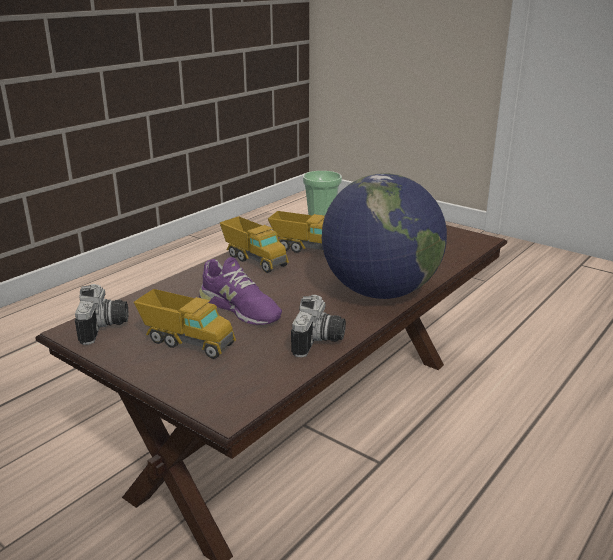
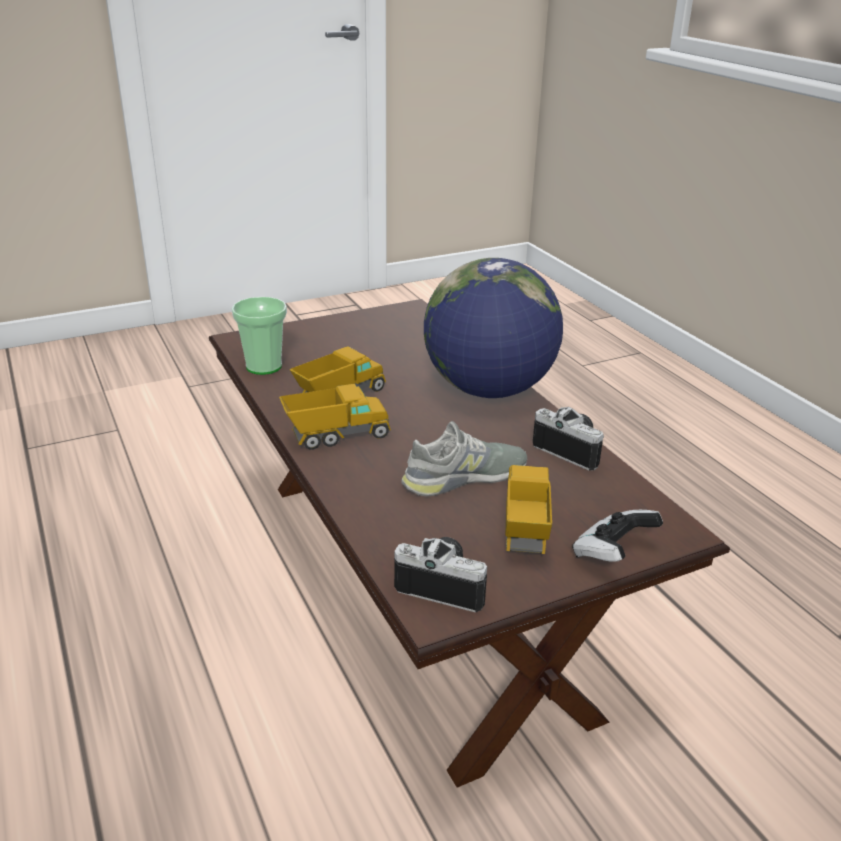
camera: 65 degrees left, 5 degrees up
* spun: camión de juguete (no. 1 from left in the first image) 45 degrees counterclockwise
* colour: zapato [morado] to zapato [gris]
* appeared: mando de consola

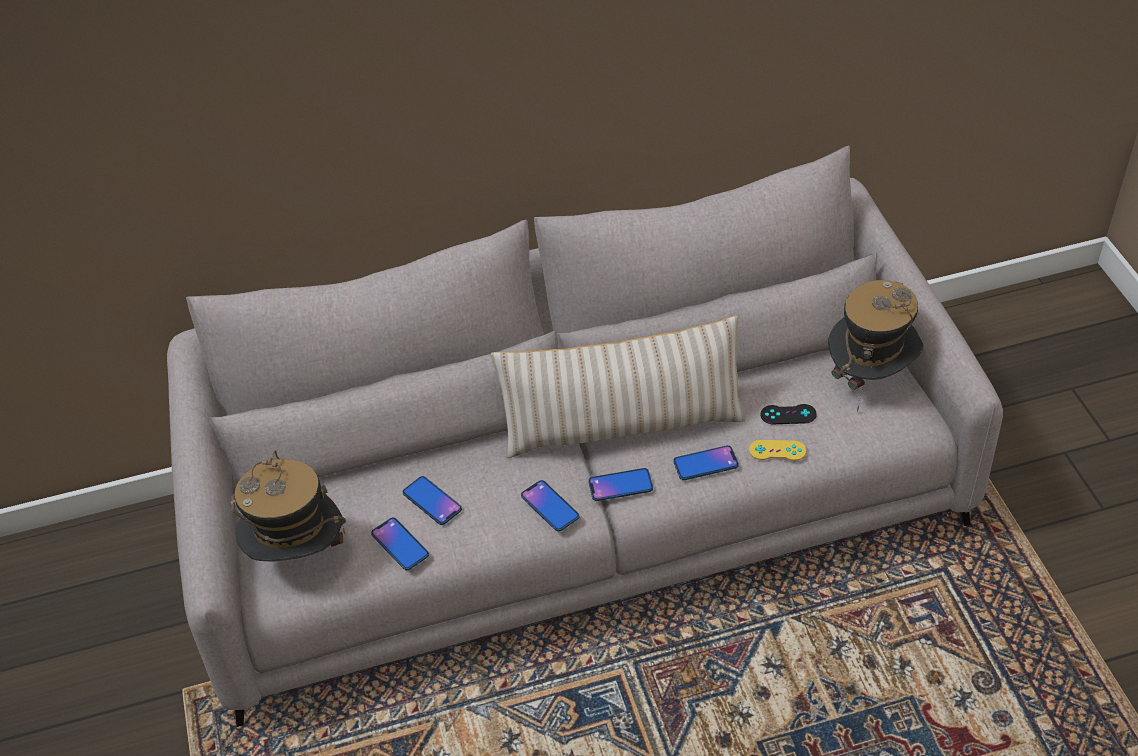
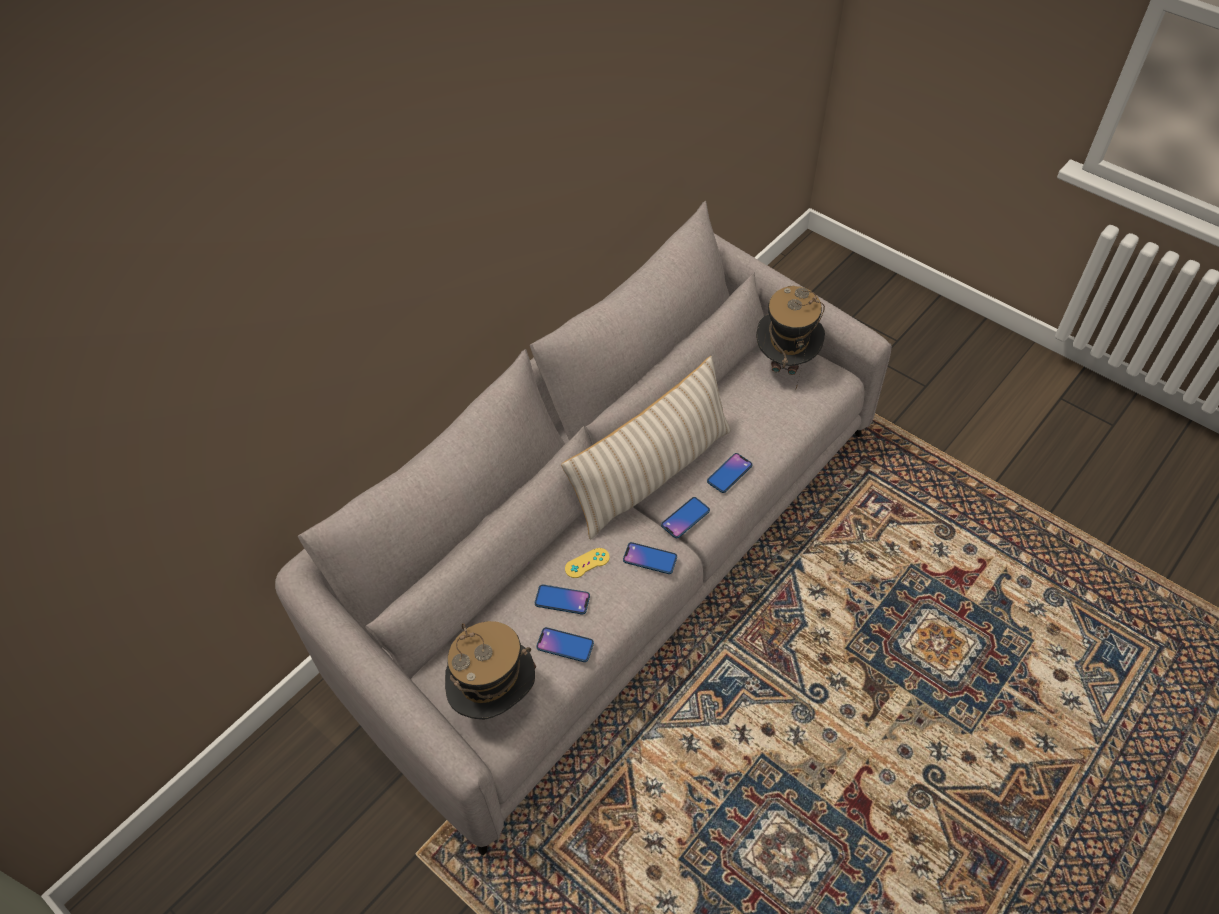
camera: 35 degrees left, 5 degrees up
* relocated: mando de consola [amarillo]
* missing: mando de consola [negro]

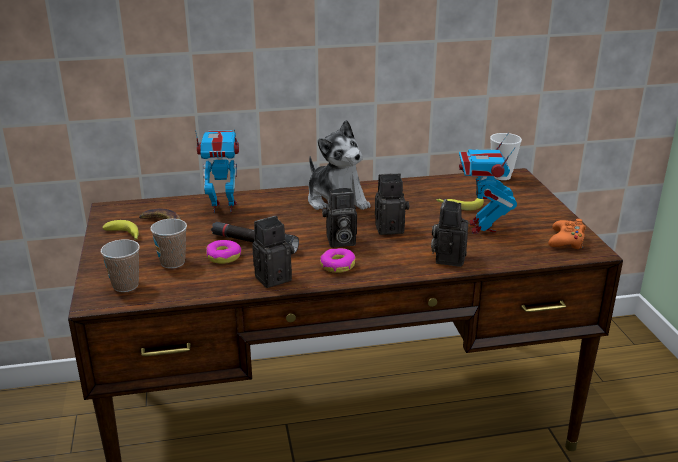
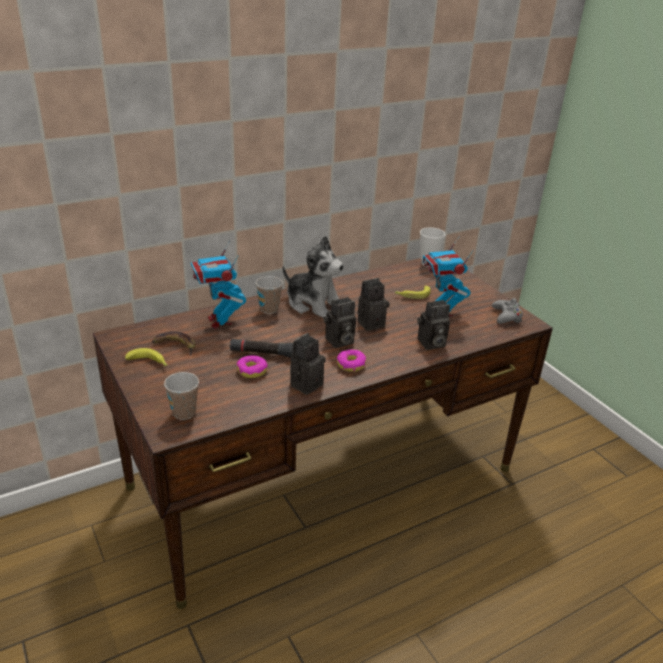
camera: 20 degrees left, 5 degrees up
* relocated: taza (no. 2 from left)
* spun: robot de juguete (no. 1 from left) 90 degrees counterclockwise
* spun: cámara (no. 4 from left) 105 degrees counterclockwise
* colour: mando de consola [naranja] to mando de consola [gris]

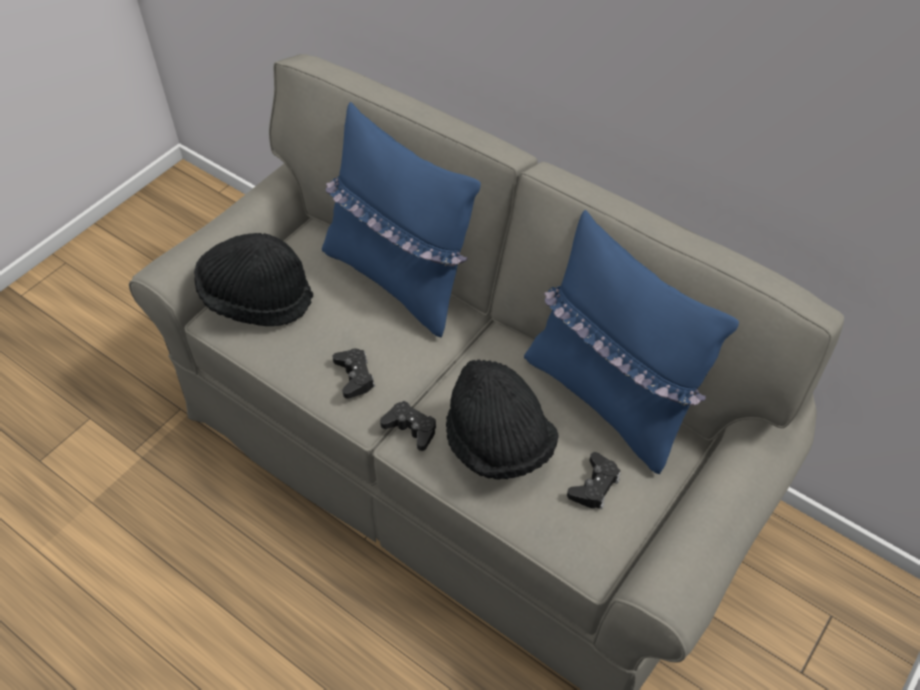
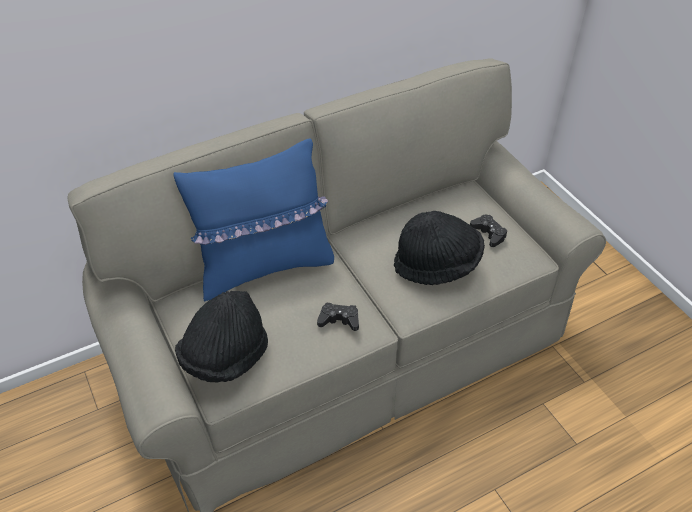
camera: 65 degrees left, 5 degrees down
* missing: mando de consola [negro] (no. 2 from left)
* missing: cojín [azul] (no. 2 from left)

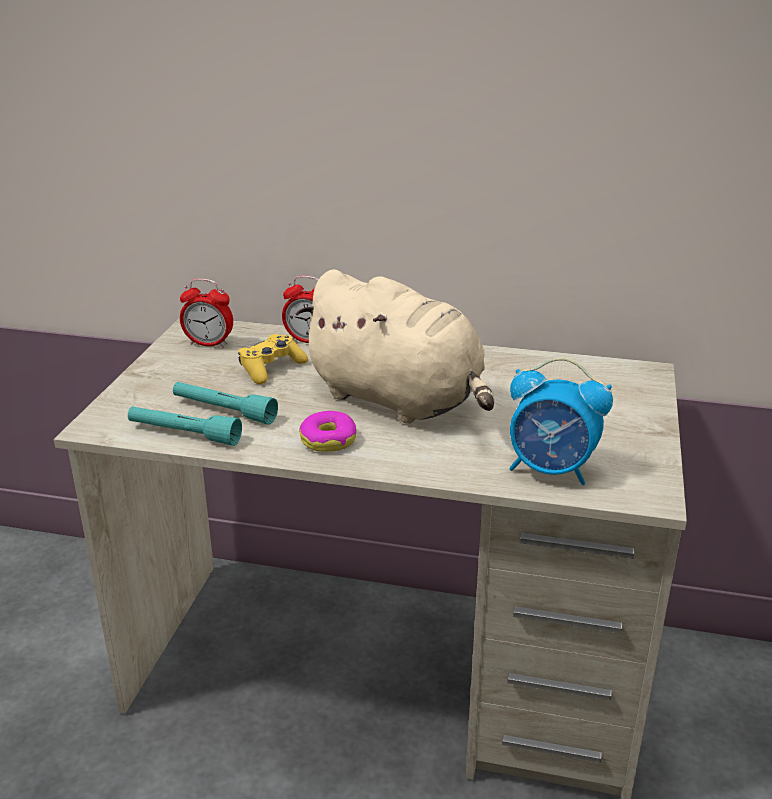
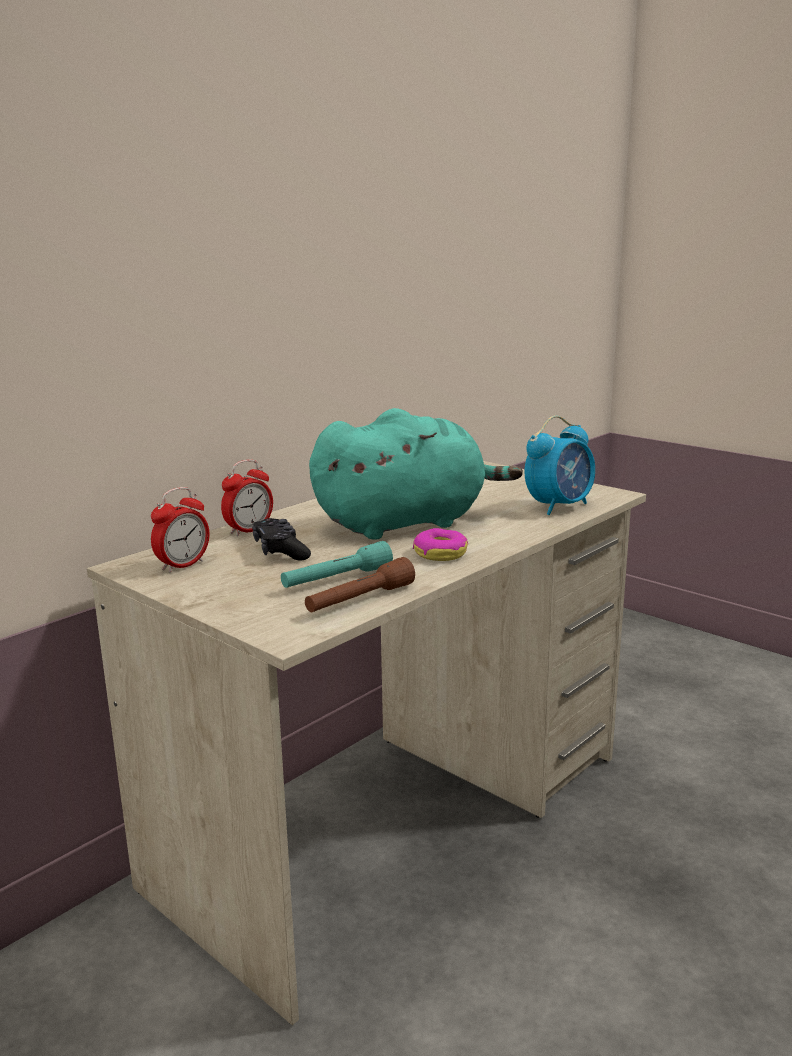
camera: 60 degrees left, 10 degrees down
* colour: linterna [turquesa] (no. 1 from left) to linterna [marrón]
* colour: mando de consola [amarillo] to mando de consola [negro]
* colour: peluche [beis] to peluche [turquesa]

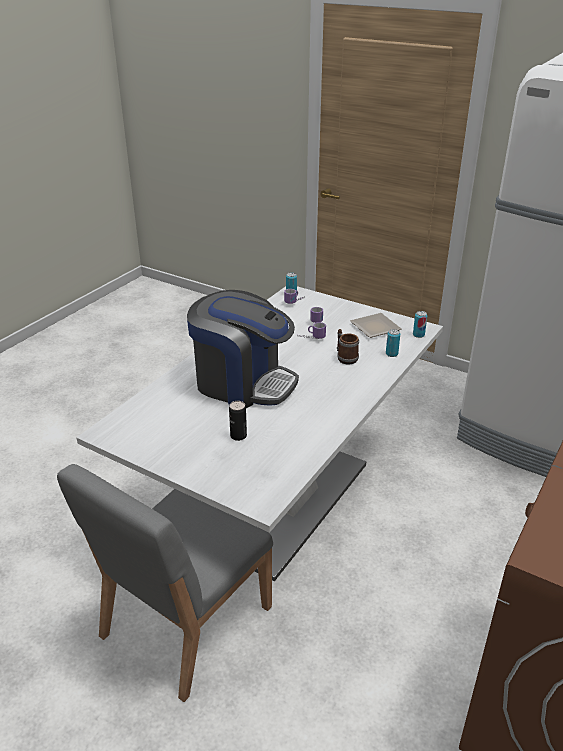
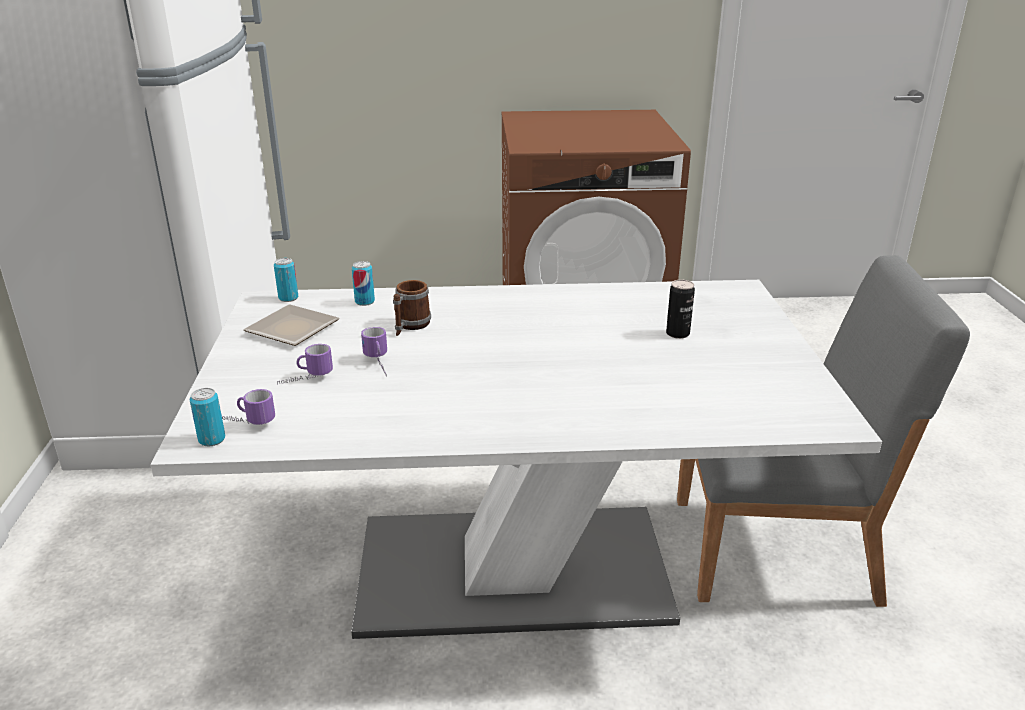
camera: 125 degrees left, 5 degrees down
* missing: cafetera

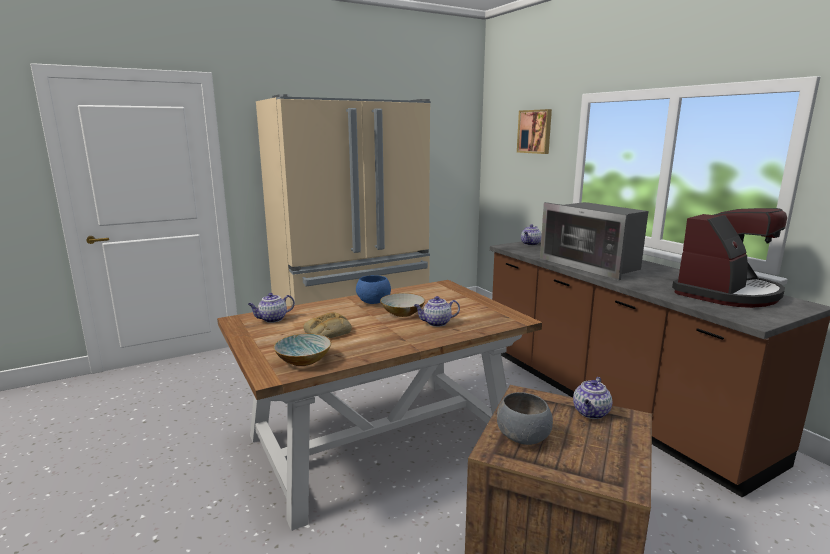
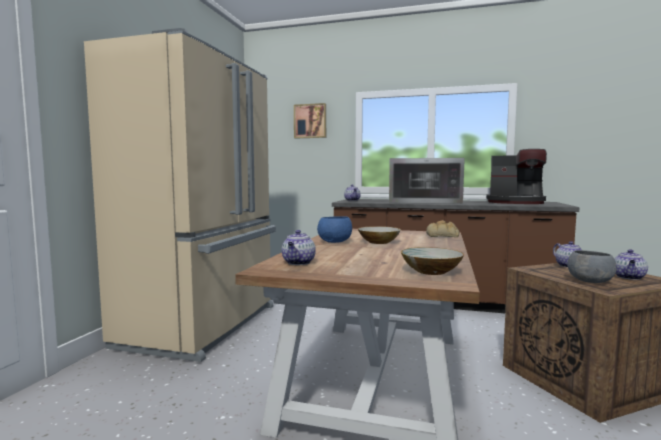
camera: 45 degrees left, 10 degrees down
* relocated: pan
* relocated: tetera (no. 2 from left in the first image) to tetera (no. 4 from left)
* spun: cafetera 105 degrees clockwise

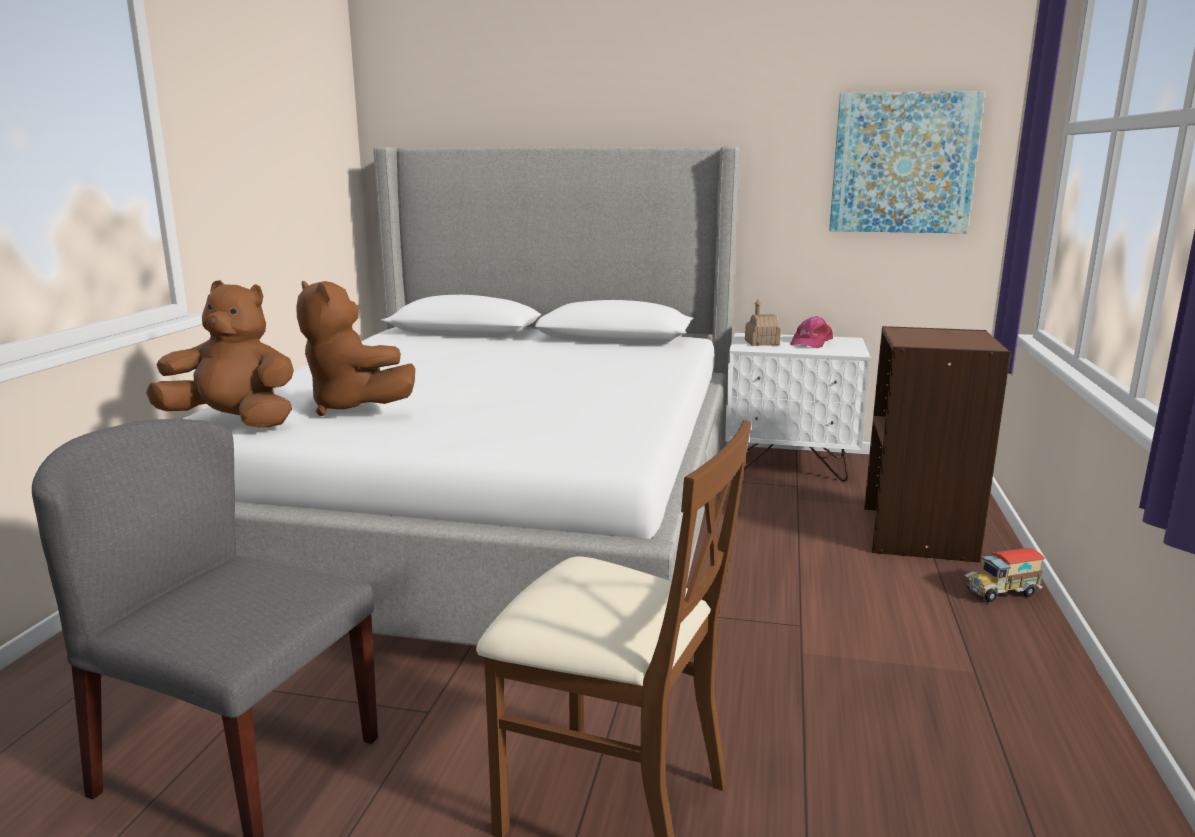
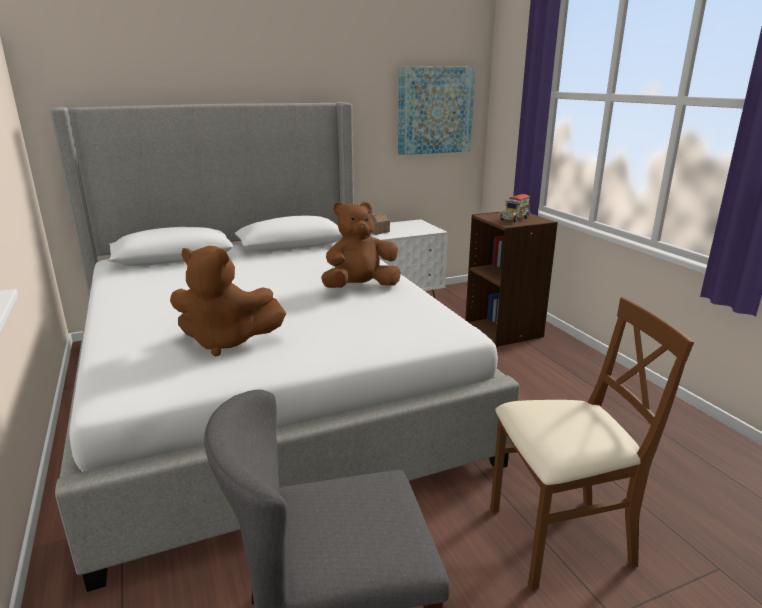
camera: 35 degrees left, 5 degrees up
* relocated: peluche [marrón] (no. 1 from left in the first image) to peluche [marrón] (no. 2 from left)
* missing: gorra [rosa]
* relocated: camión de juguete

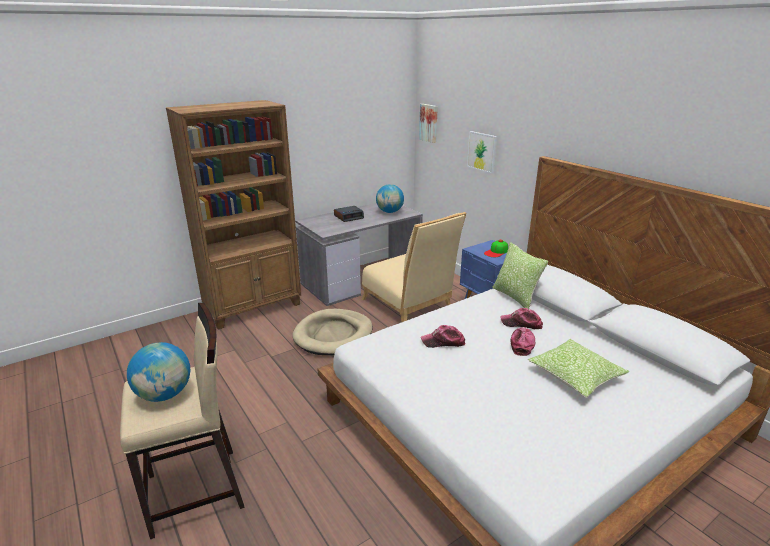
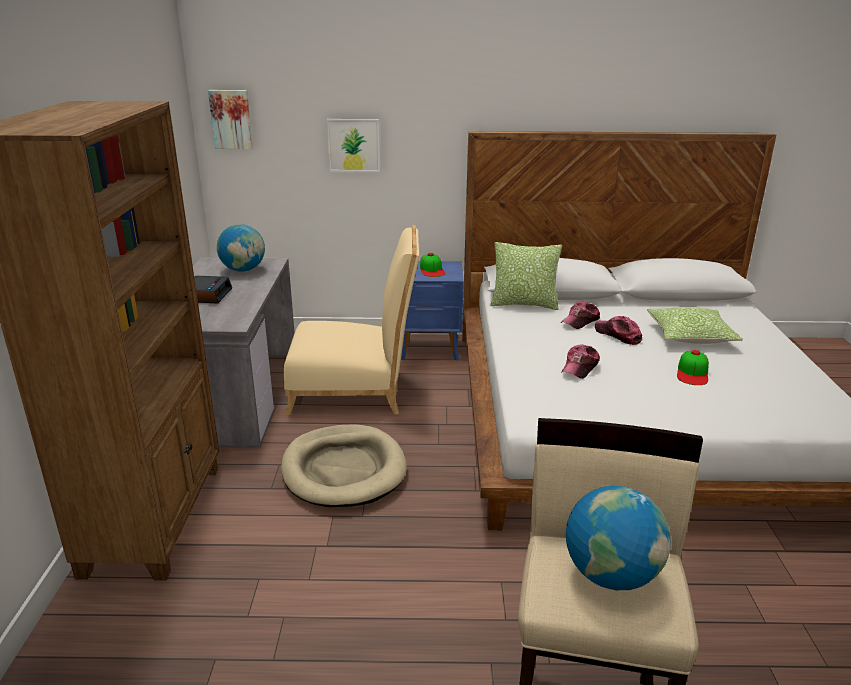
camera: 55 degrees left, 0 degrees up
* appeared: gorra (no. 5 from left)

